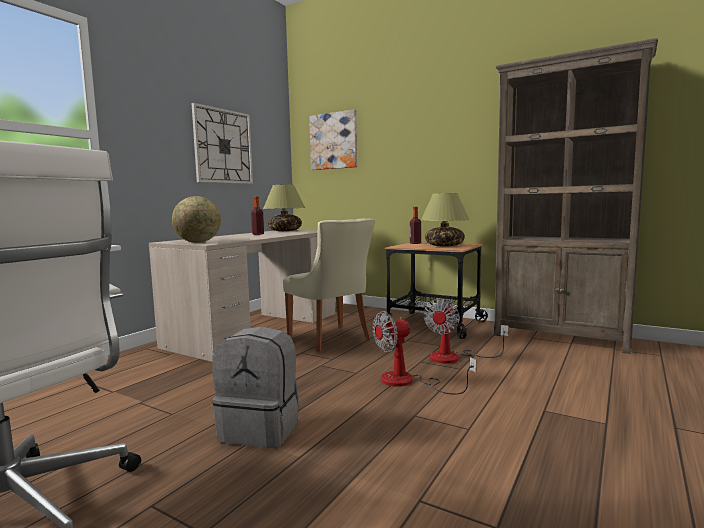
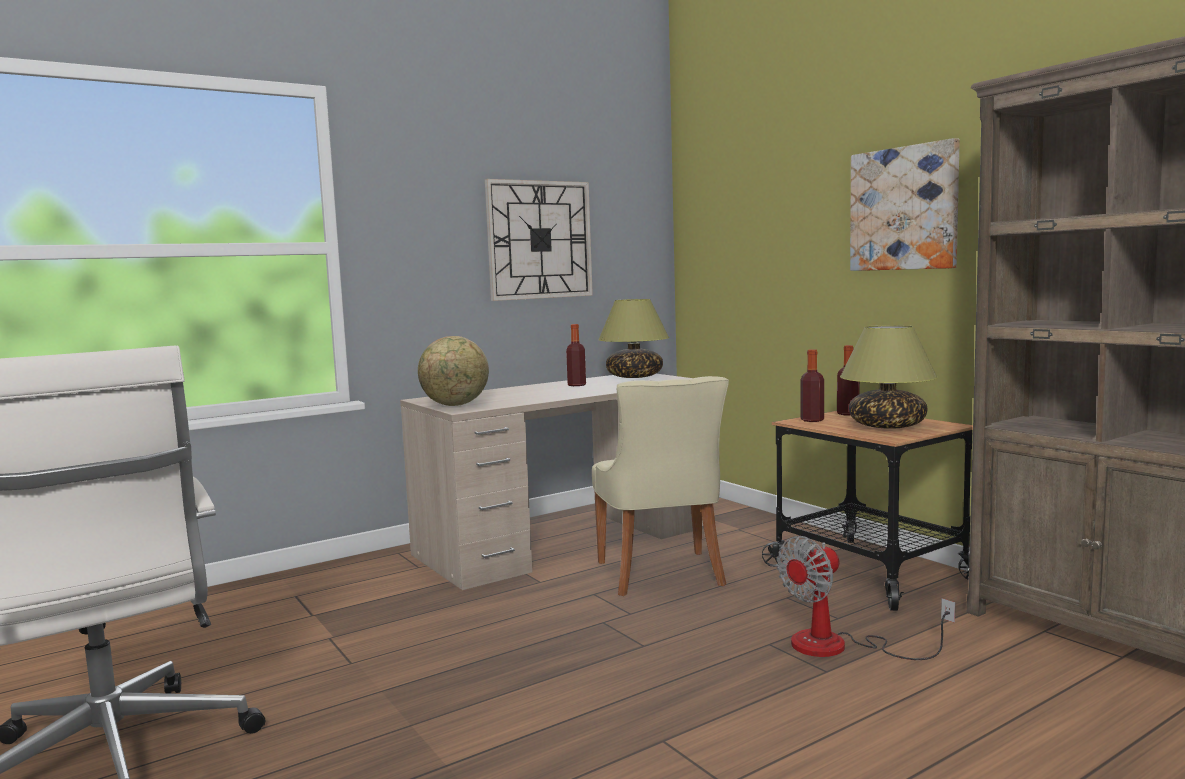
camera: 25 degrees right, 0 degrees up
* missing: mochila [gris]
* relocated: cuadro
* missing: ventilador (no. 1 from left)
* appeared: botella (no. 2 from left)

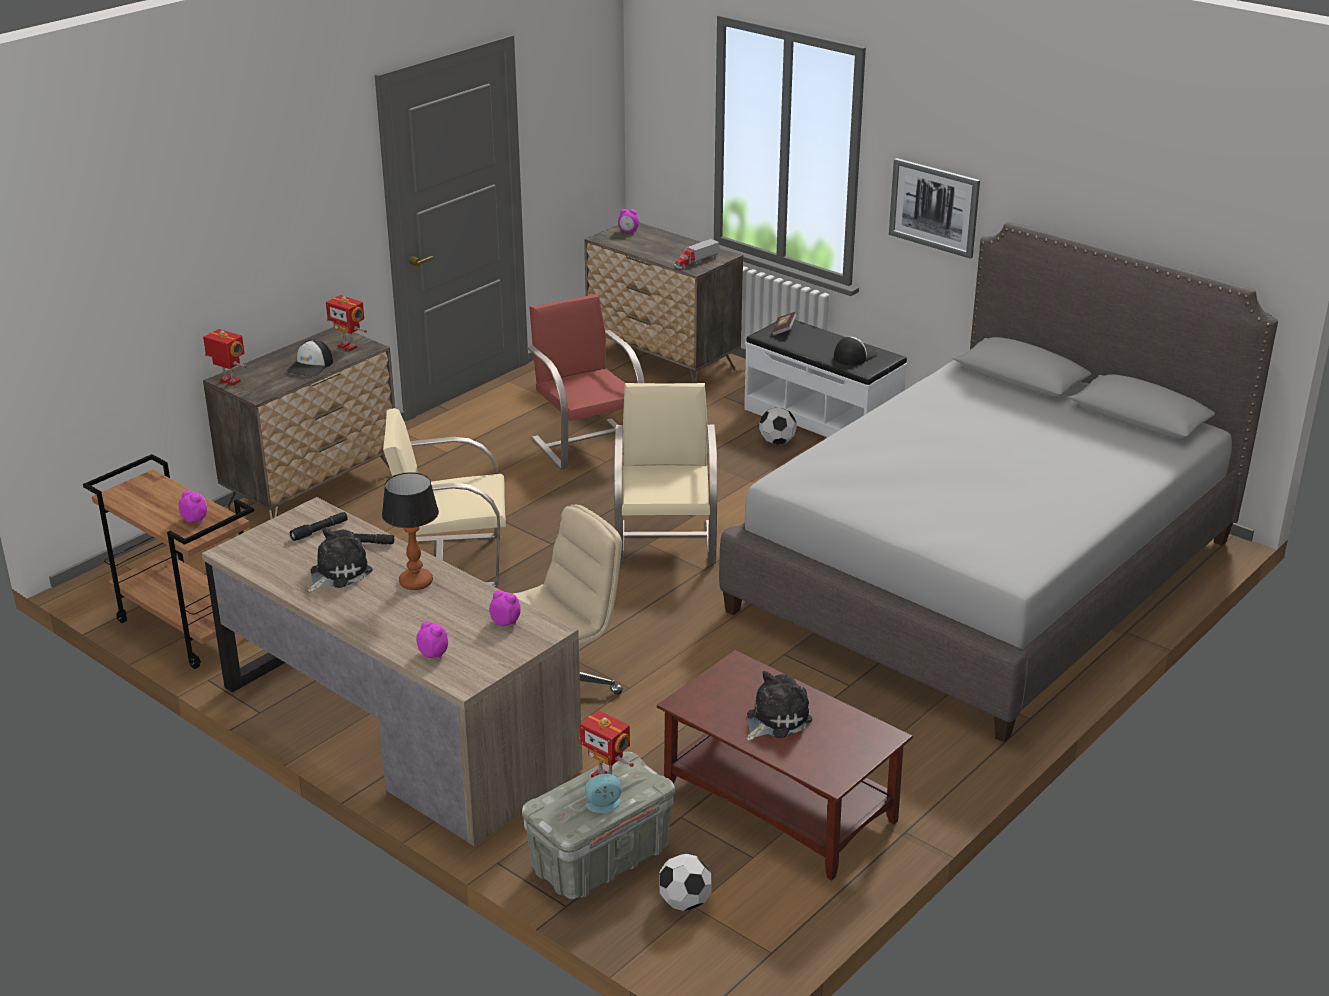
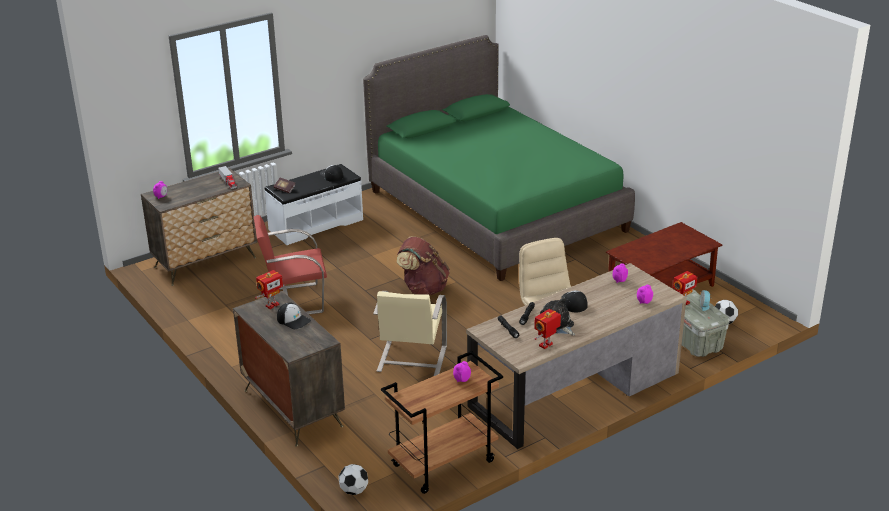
camera: 75 degrees left, 0 degrees up
* relocated: robot de juguete (no. 1 from left in the first image) to robot de juguete (no. 2 from left)
* exchanged: lámpara de mesa to gorra (no. 3 from left)
* exchanged: silla [beis] (no. 2 from left) to mochila [marrón]
* colour: cama [gris] to cama [verde]
* missing: peluche (no. 2 from left)
* relocated: balón de fútbol (no. 2 from left in the first image) to balón de fútbol (no. 1 from left)
* missing: cuadro

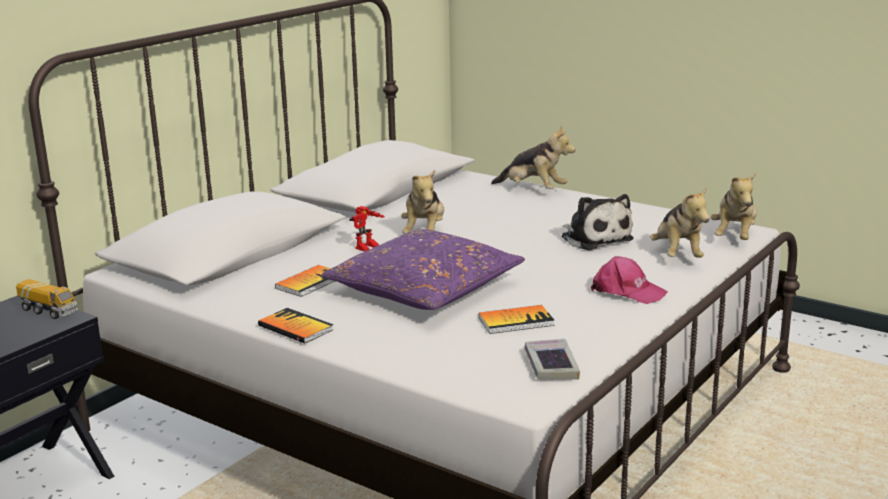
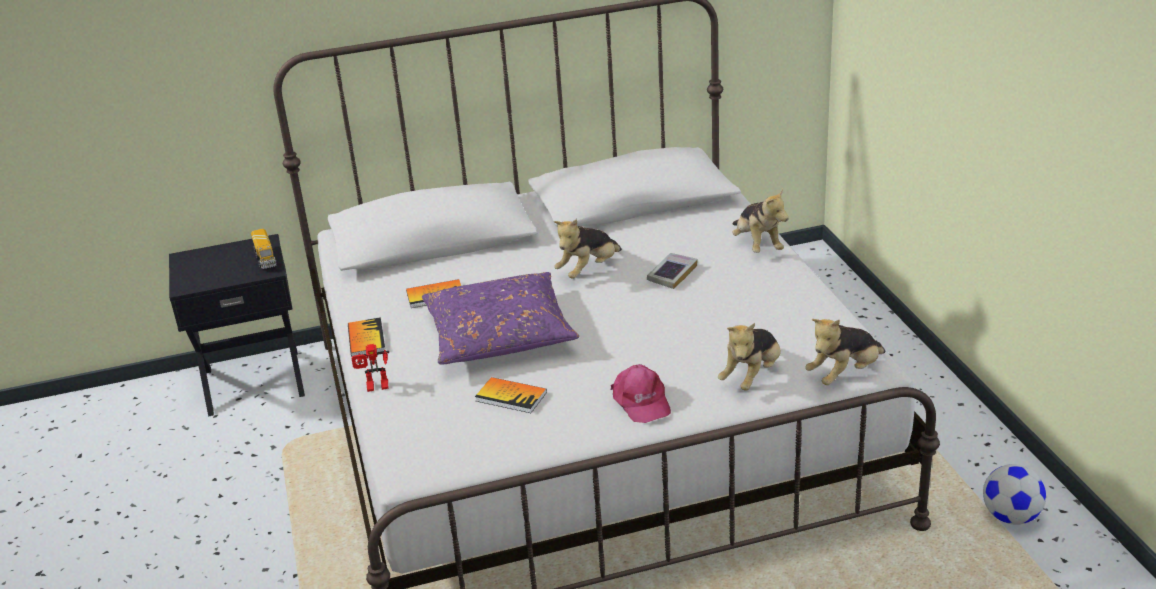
camera: 40 degrees right, 10 degrees up
* relocated: robot de juguete
* relocated: libro (no. 4 from left)
* missing: peluche (no. 3 from left)
* appeared: balón de fútbol

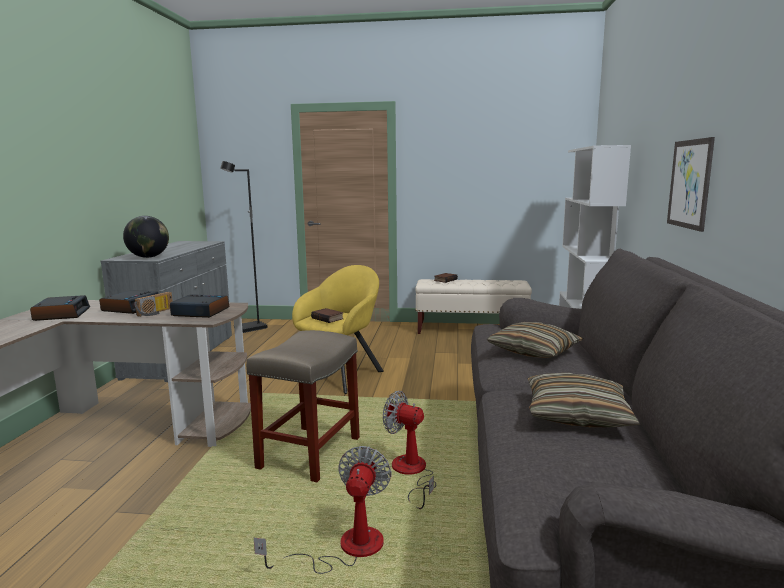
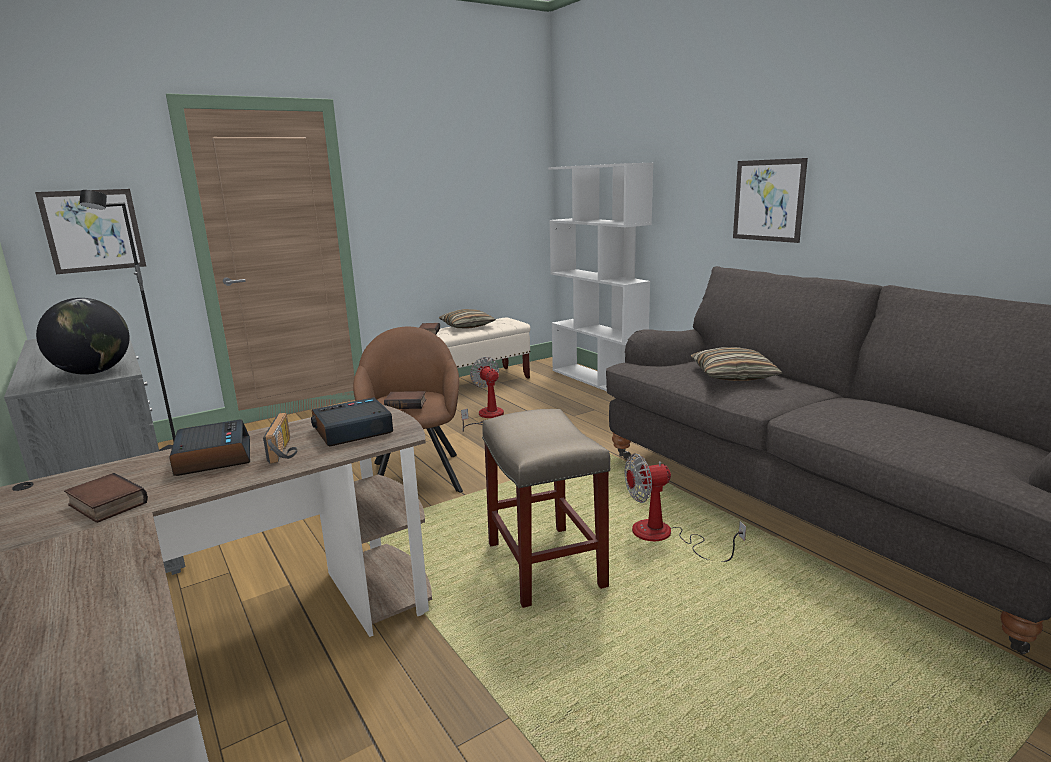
camera: 40 degrees left, 5 degrees up
* exchanged: despertador (no. 1 from left) to libro (no. 1 from left)
* relocated: ventilador (no. 1 from left)
* colour: sillón [amarillo] to sillón [marrón]
* relocated: cojín (no. 2 from left in the first image) to cojín (no. 1 from left)
* appeared: cuadro (no. 1 from left)

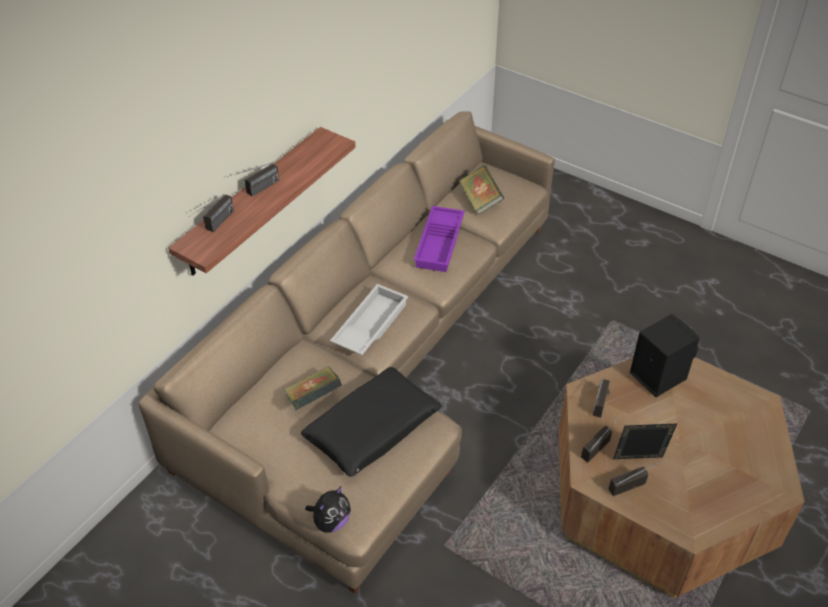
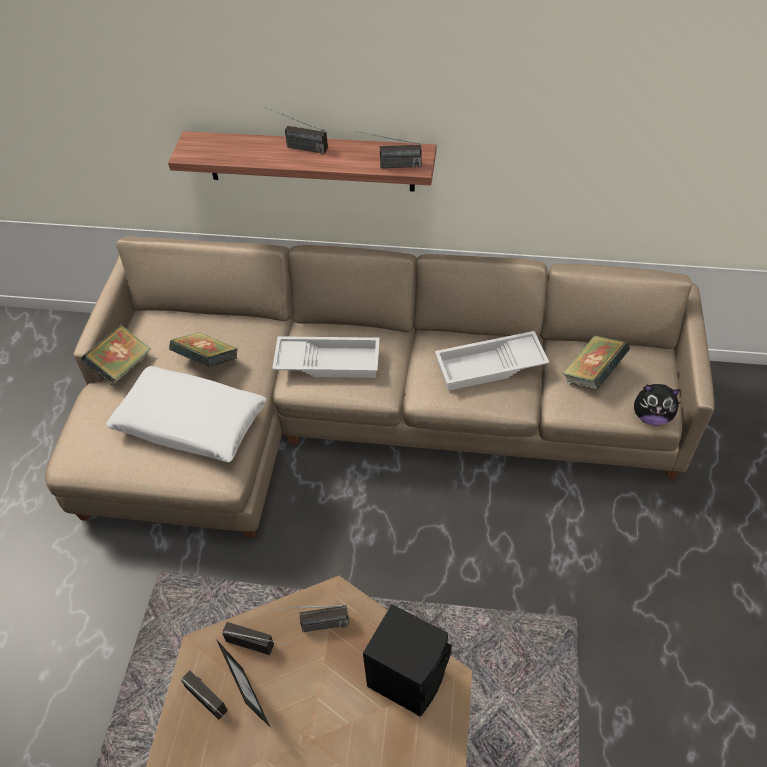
camera: 65 degrees right, 5 degrees up
* relocated: radio (no. 1 from left in the first image) to radio (no. 5 from left)
* colour: cojín [negro] to cojín [blanco]
* relocated: peluche
* colour: bandeja [morado] to bandeja [blanco] (no. 2 from left)
* appeared: libro (no. 1 from left)

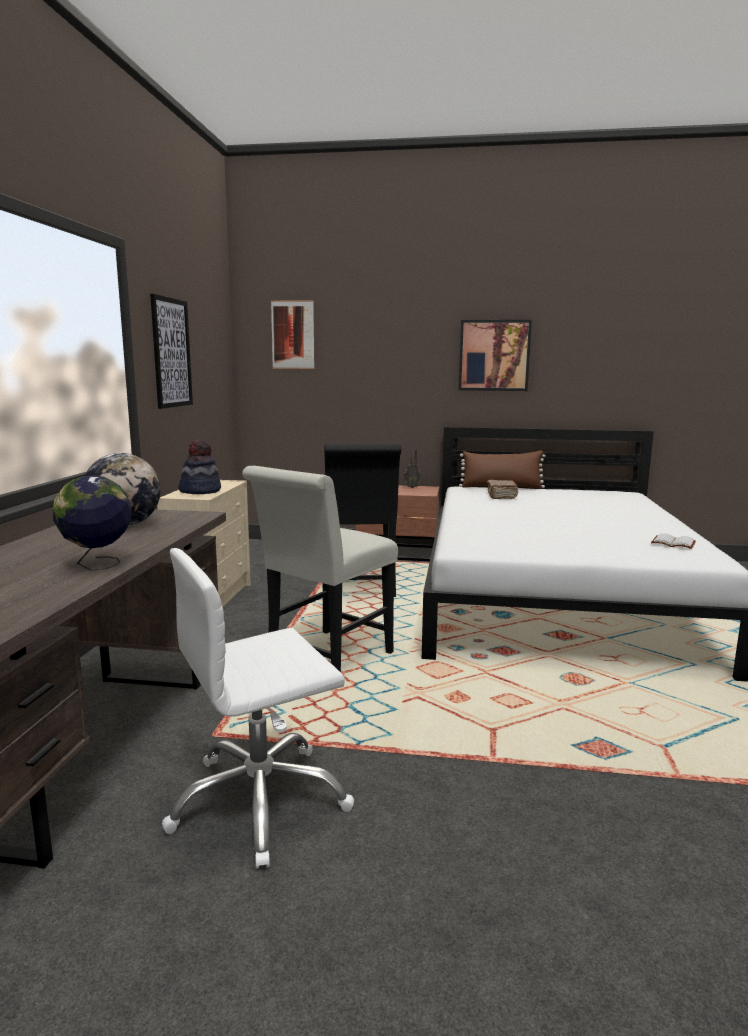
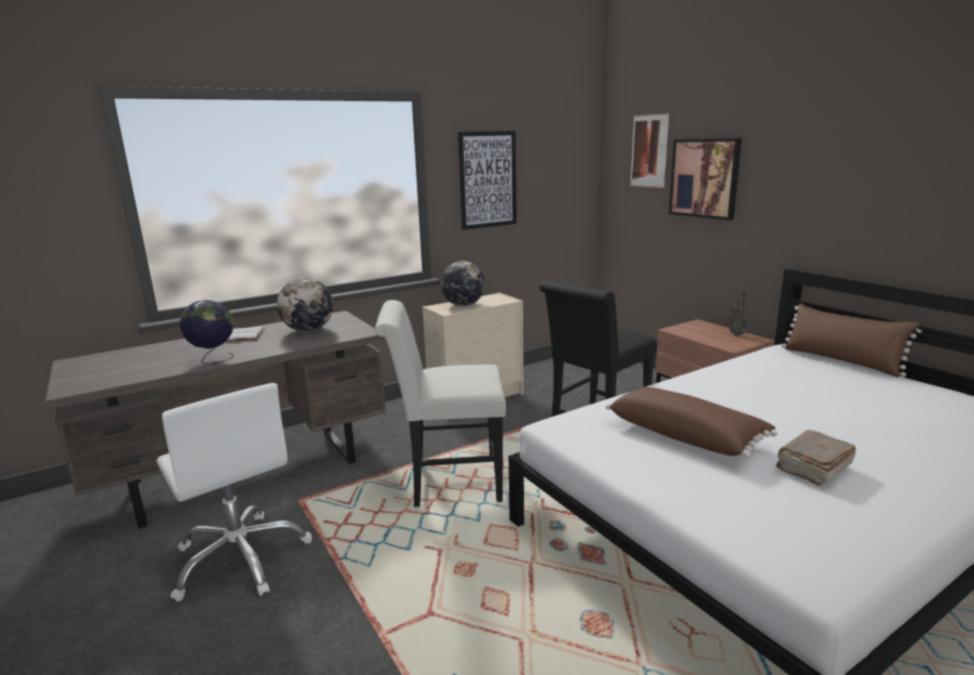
camera: 50 degrees right, 5 degrees up
* spun: silla de oficina [blanco] 150 degrees counterclockwise
* exchanged: sombrero to globo terráqueo (no. 3 from left)
* relocated: cuadro (no. 3 from left)
* relocated: libro [marrón]
* relocated: libro [blanco]
* appeared: cojín [marrón] (no. 1 from left)

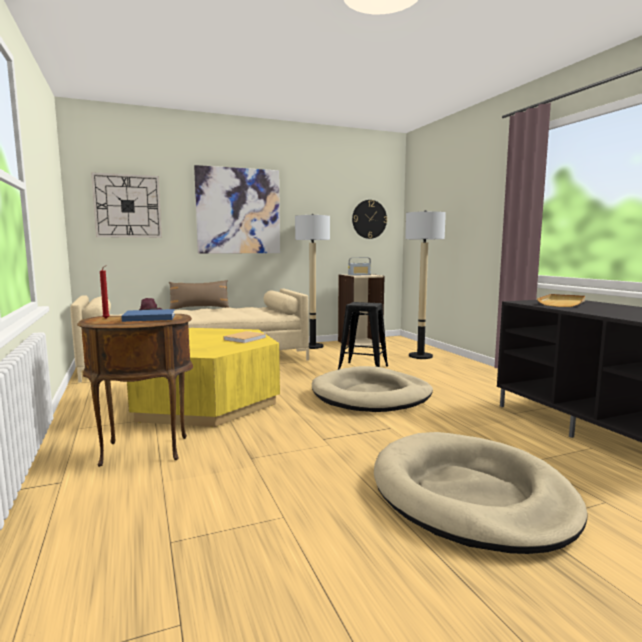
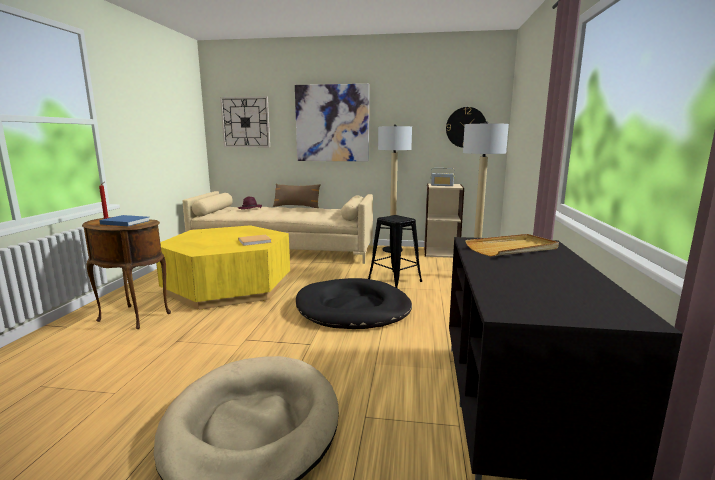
camera: 30 degrees right, 5 degrees up
* colour: cama para perro [beis] (no. 1 from left) to cama para perro [negro]

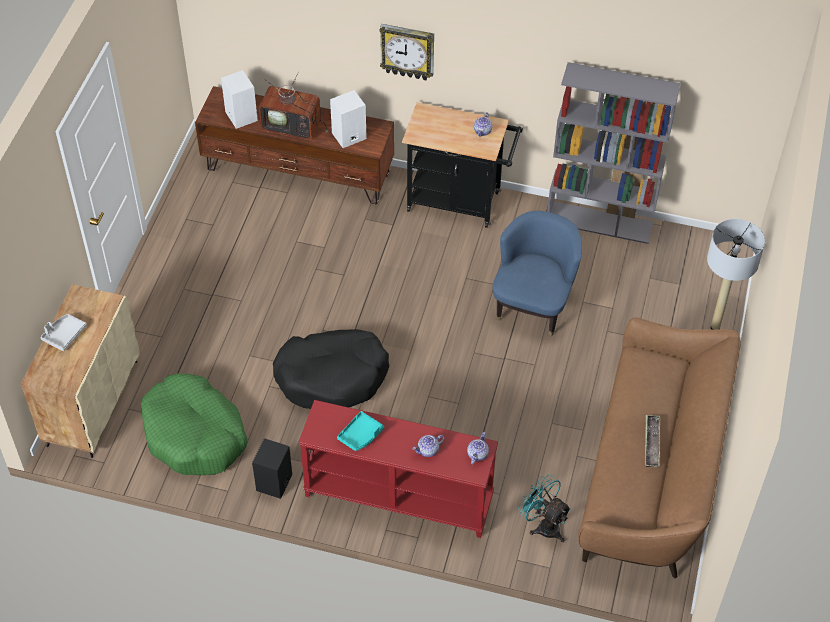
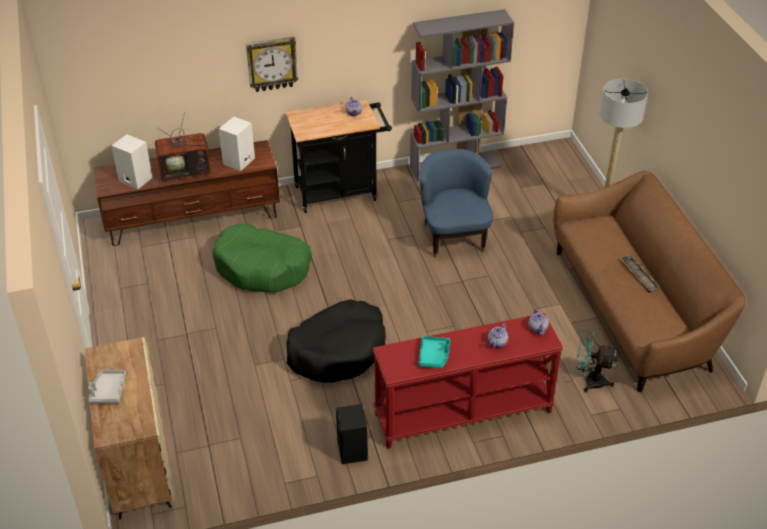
camera: 30 degrees left, 10 degrees down
* relocated: cama para perro [verde]

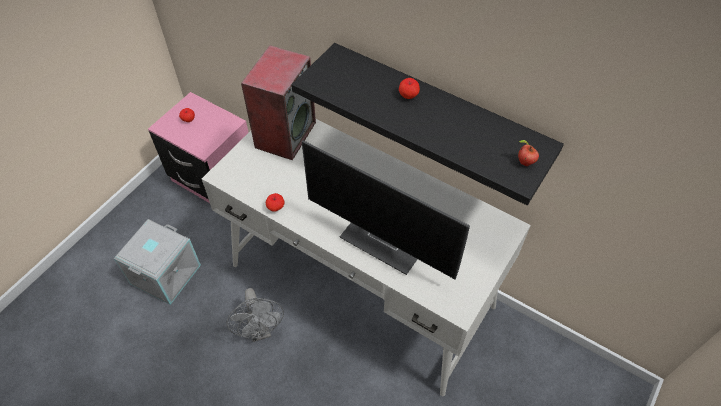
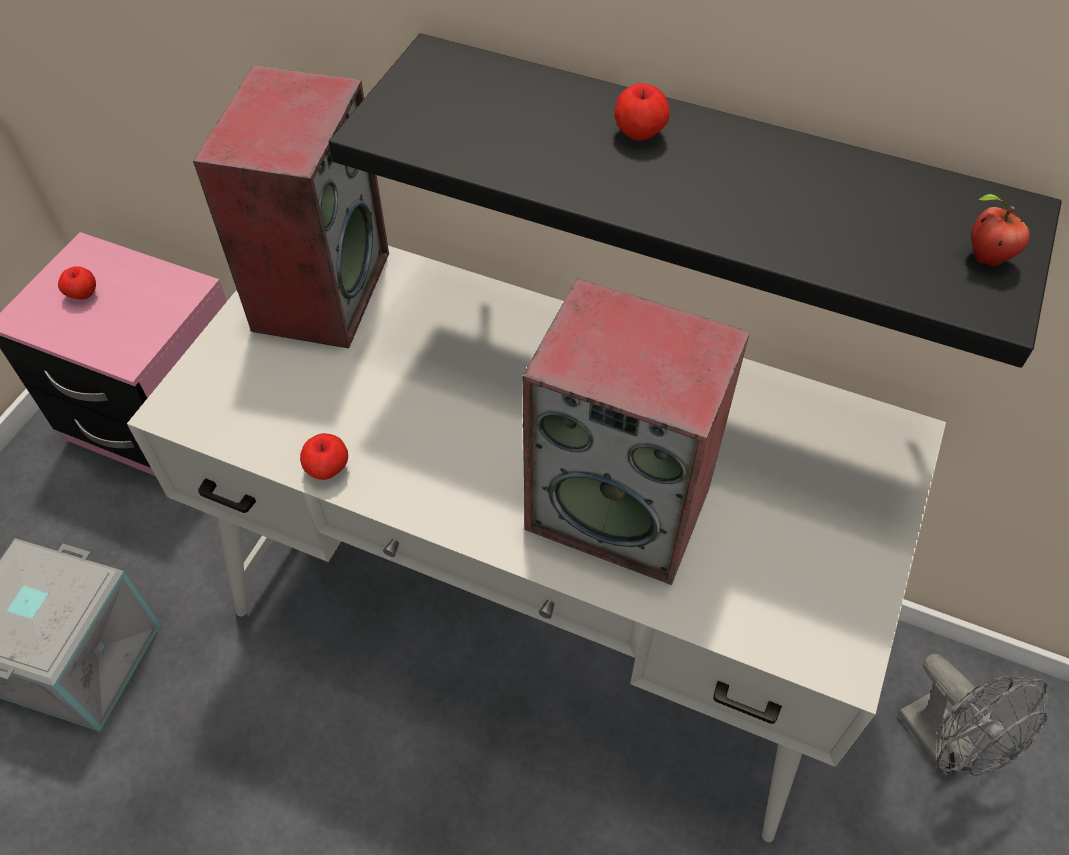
camera: 10 degrees left, 0 degrees up
* relocated: ventilador [gris]
* exchanged: monitor to altavoz (no. 2 from left)

